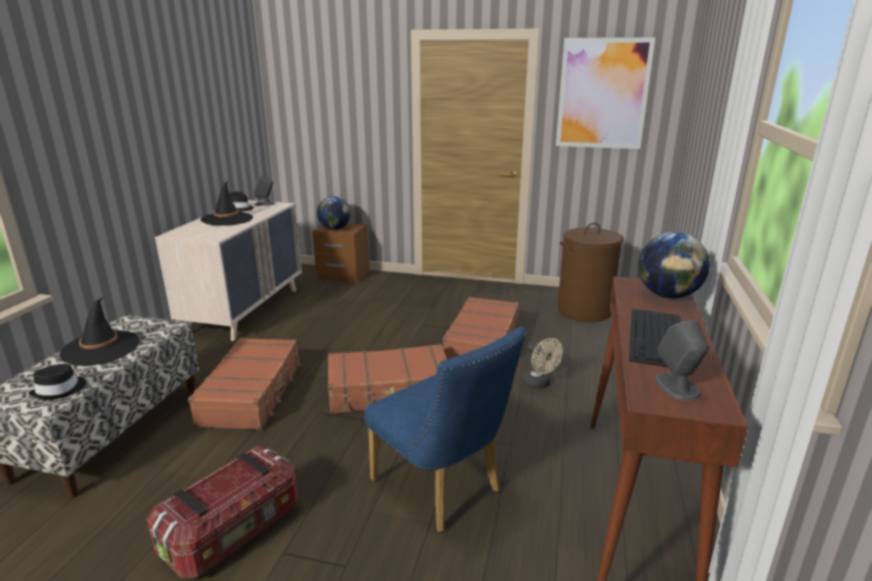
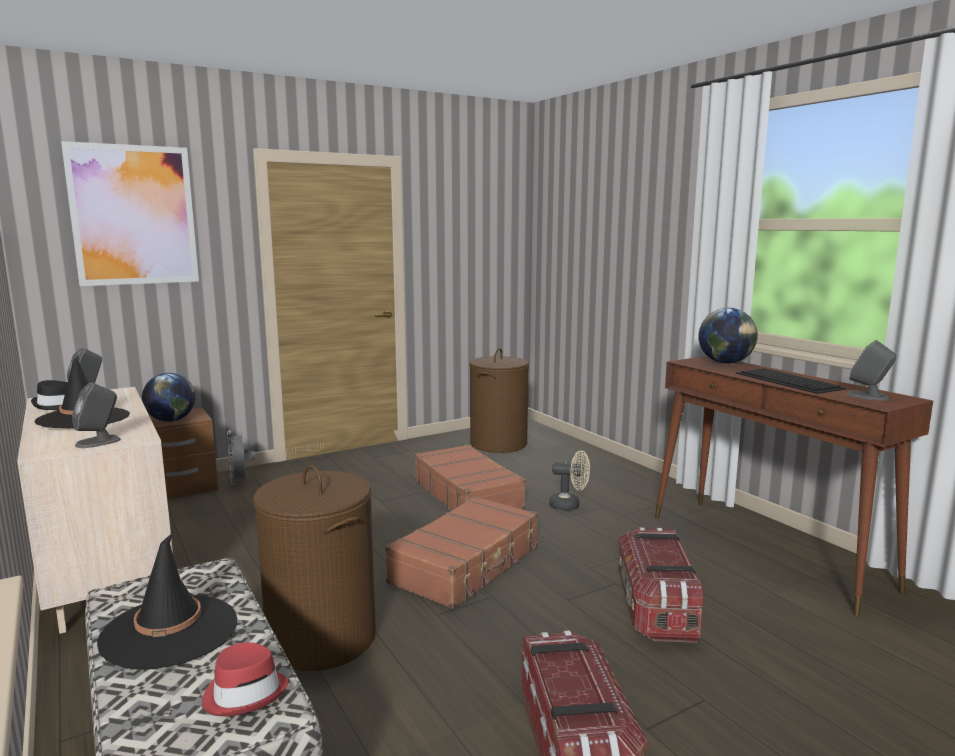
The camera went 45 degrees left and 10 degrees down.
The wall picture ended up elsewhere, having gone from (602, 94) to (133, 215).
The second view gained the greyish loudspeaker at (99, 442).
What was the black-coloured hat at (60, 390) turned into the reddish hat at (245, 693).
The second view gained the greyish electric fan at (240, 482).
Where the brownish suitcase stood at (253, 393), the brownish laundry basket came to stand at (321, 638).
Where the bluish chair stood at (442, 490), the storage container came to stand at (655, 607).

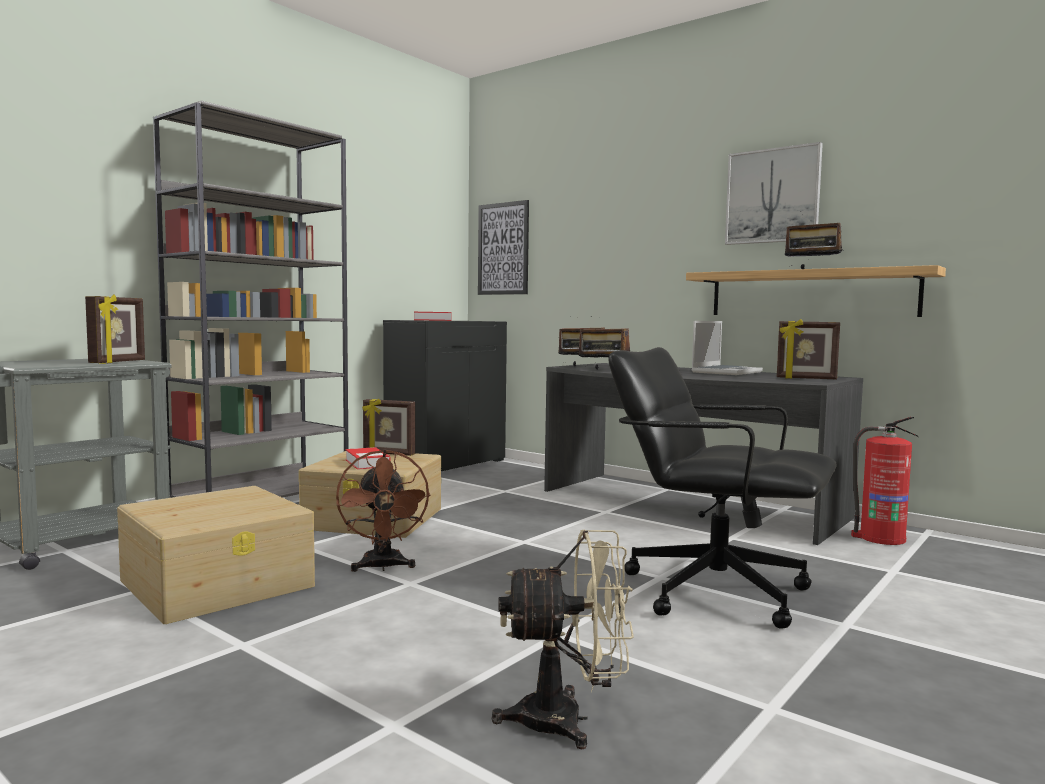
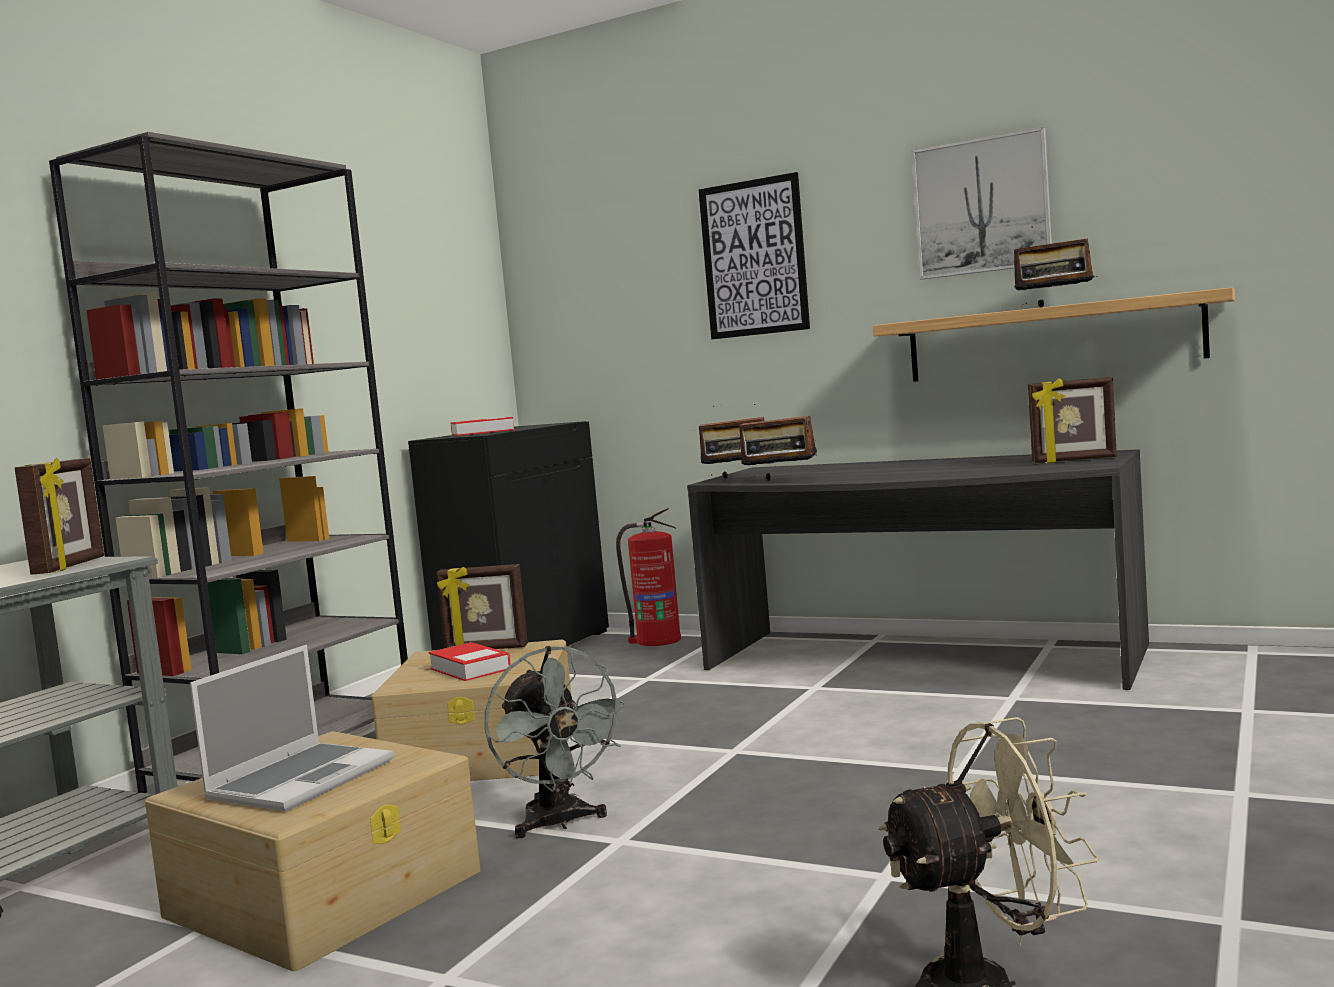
The camera went 10 degrees left and 0 degrees up.
The notebook computer ended up elsewhere, having gone from (726, 372) to (301, 779).
What was the brownish electric fan at (383, 567) turned into the greyish electric fan at (559, 824).
The extinguisher ended up elsewhere, having gone from (880, 538) to (657, 640).
The wall picture ended up elsewhere, having gone from (503, 249) to (754, 258).
The second view lost the black-coloured desk chair at (714, 590).

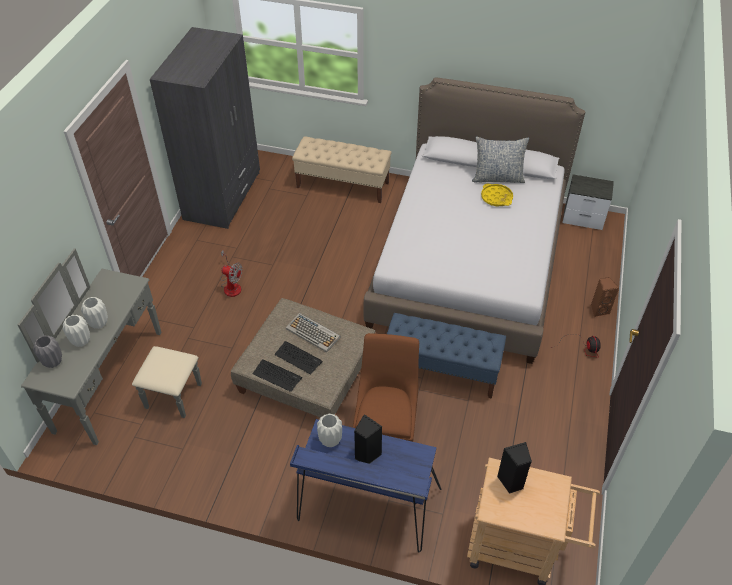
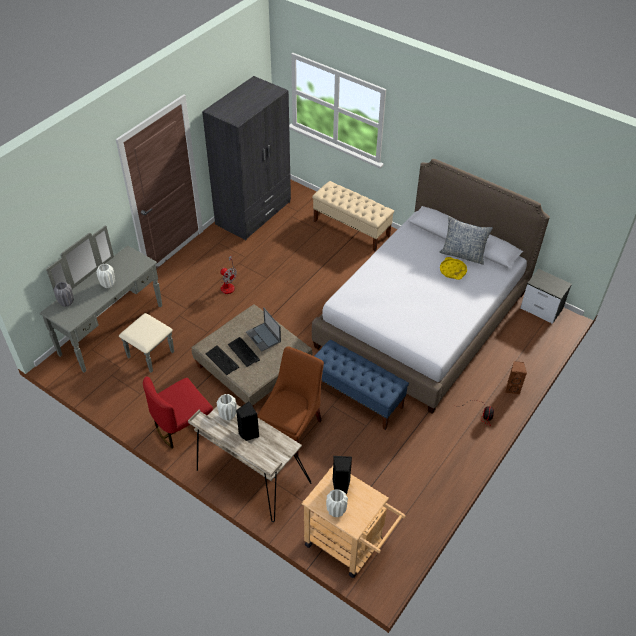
The camera went 20 degrees right and 0 degrees up.
The second view gained the reddish chair at (182, 426).
What was the bluish desk table at (366, 506) turned into the sand-coloured desk table at (250, 476).
Where the keyboard stood at (313, 333), the notebook computer came to stand at (263, 337).
The white decorative vase ended up elsewhere, having gone from (81, 341) to (336, 511).

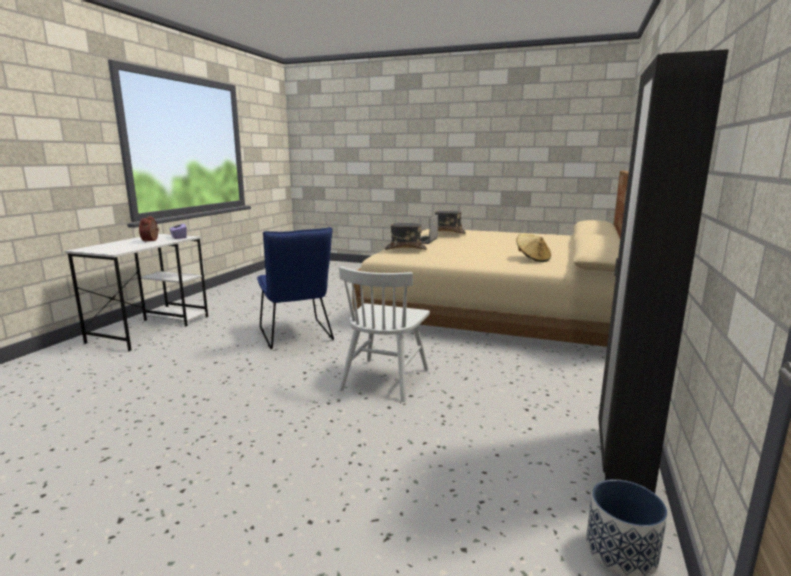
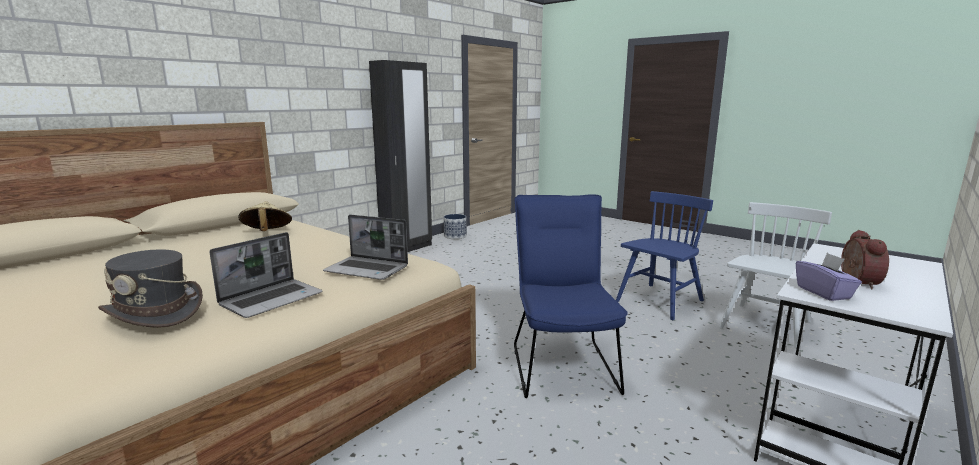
The camera went 160 degrees left and 0 degrees up.
Where the greyish hat stood at (405, 249), the notebook computer came to stand at (368, 269).
The second view gained the bluish chair at (659, 301).
The white chair ended up elsewhere, having gone from (385, 379) to (765, 325).

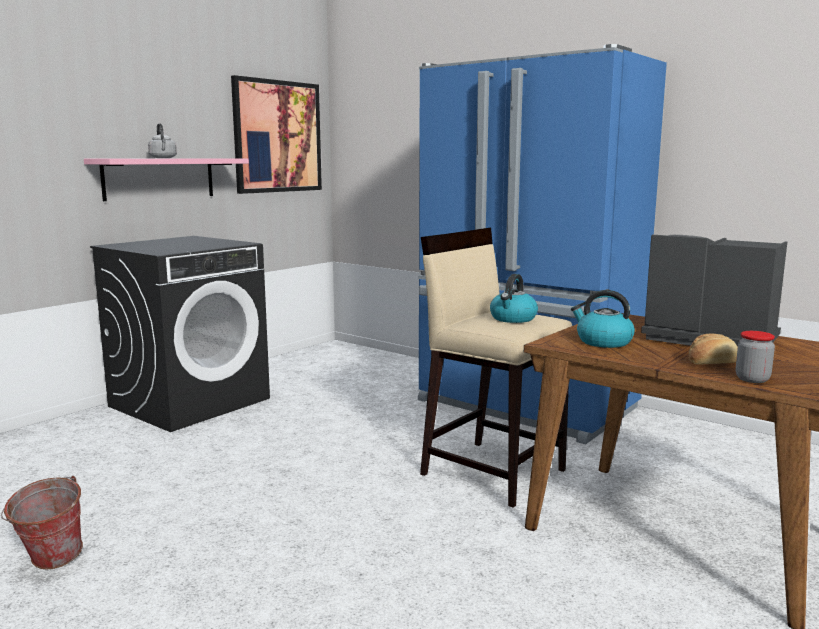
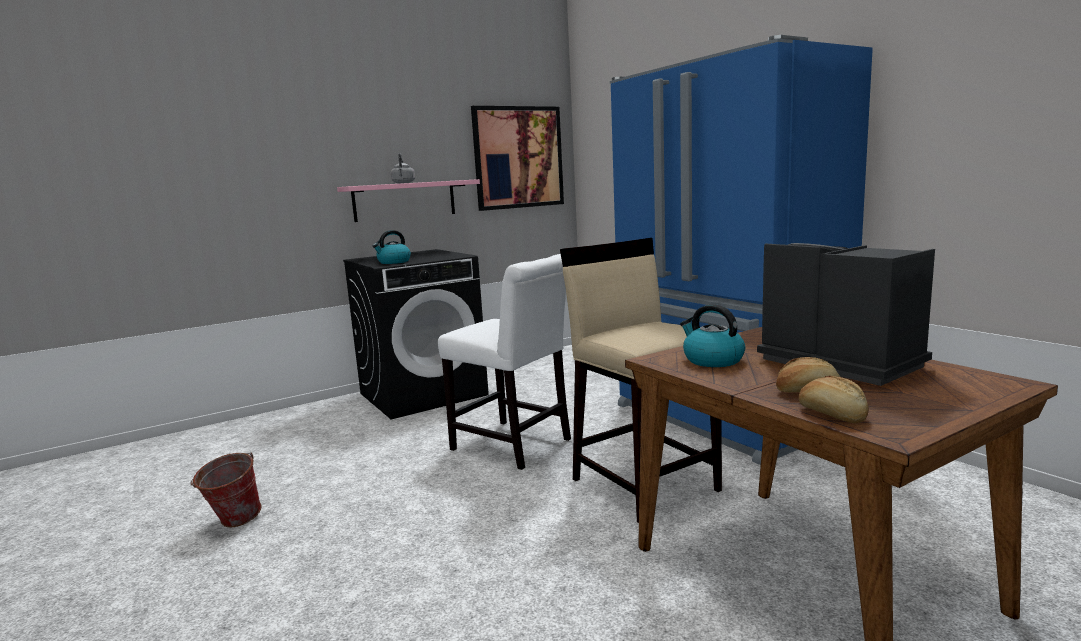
The camera went 20 degrees right and 0 degrees up.
The water kettle ended up elsewhere, having gone from (513, 319) to (393, 262).
The second view gained the white chair at (516, 446).
Where the jar stood at (752, 379), the bakery bread came to stand at (832, 414).

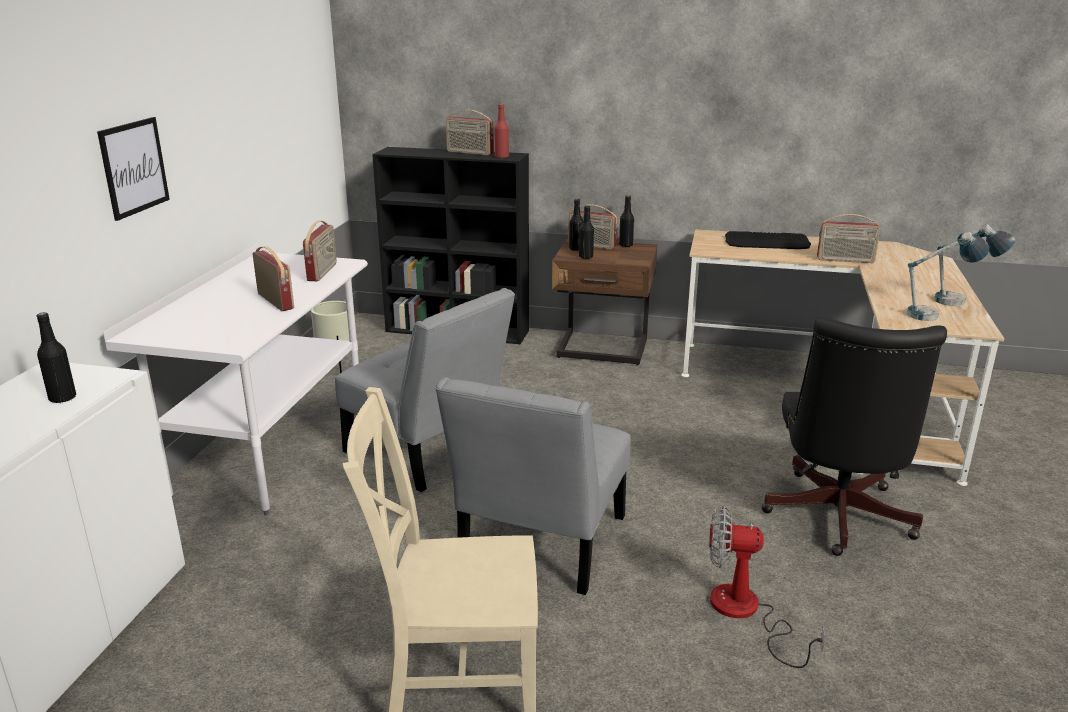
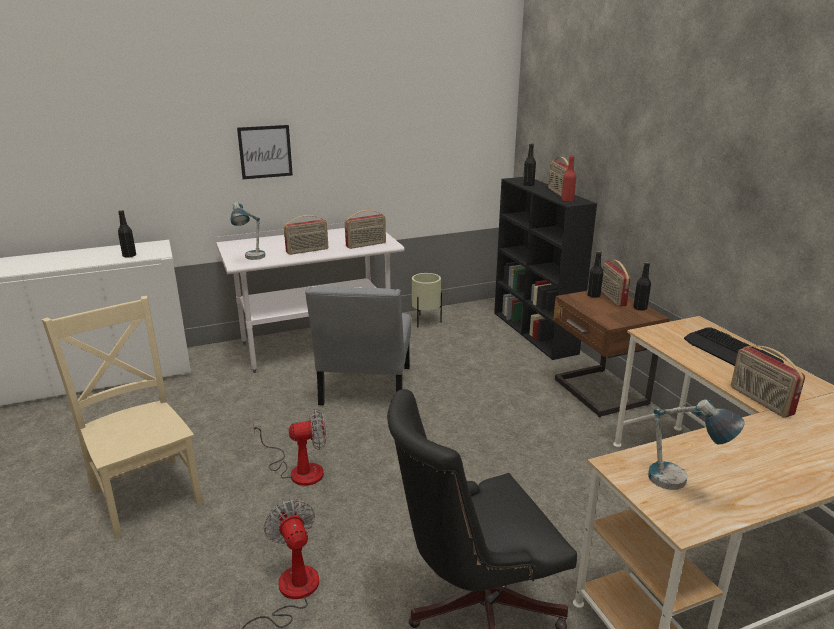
The camera went 55 degrees right and 0 degrees up.
The tabletop lamp ended up elsewhere, having gone from (962, 304) to (251, 259).
Where the greyish chair stood at (539, 546), the electric fan came to stand at (298, 470).
The radio receiver at (276, 301) ended up facing another way, 45 degrees clockwise from before.
The black-coloured bottle ended up elsewhere, having gone from (586, 257) to (528, 185).

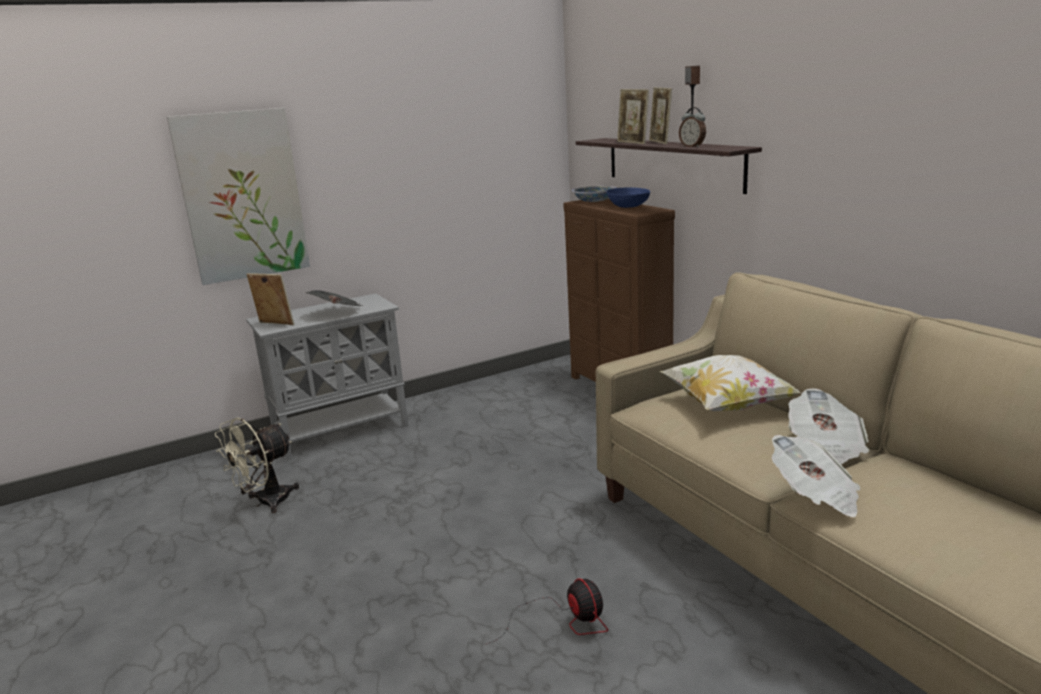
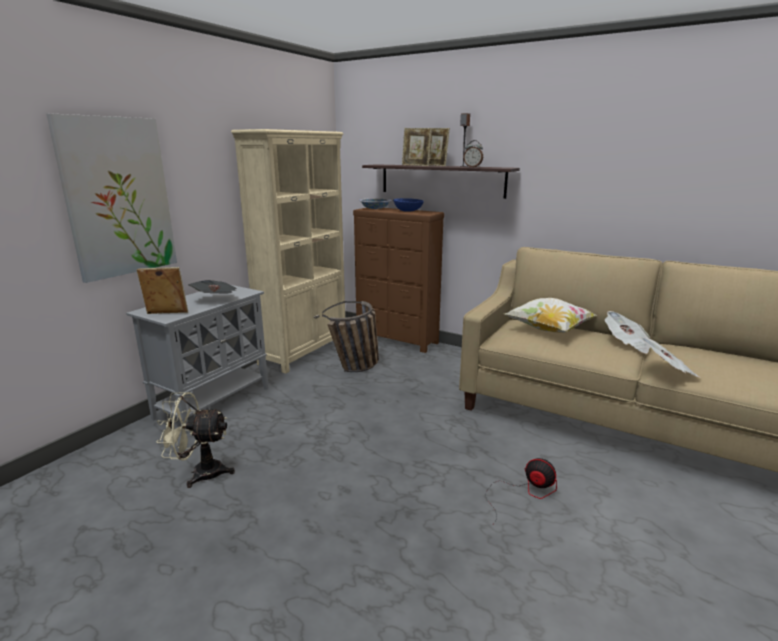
The camera went 30 degrees left and 0 degrees up.
The sand-coloured electric fan at (265, 502) ended up facing another way, 75 degrees clockwise from before.
The second view gained the sand-coloured bookcase at (305, 351).
The second view gained the household basket at (356, 368).

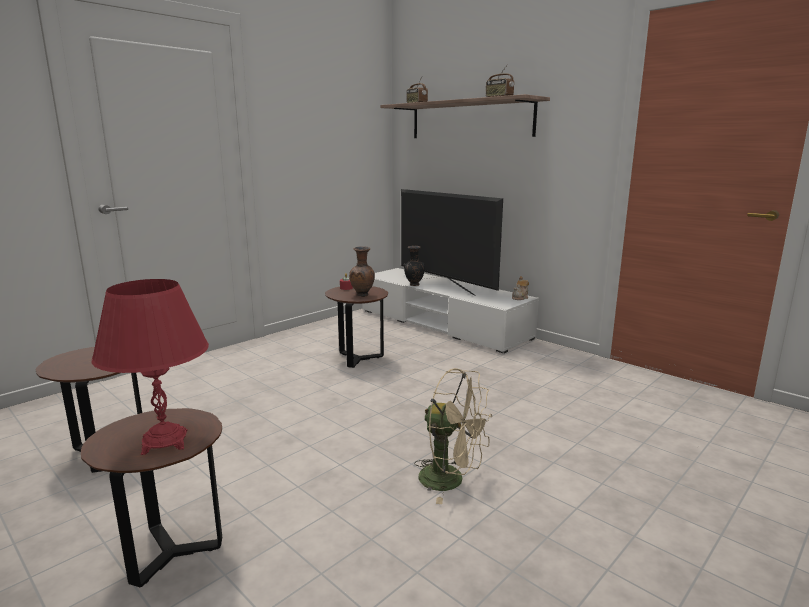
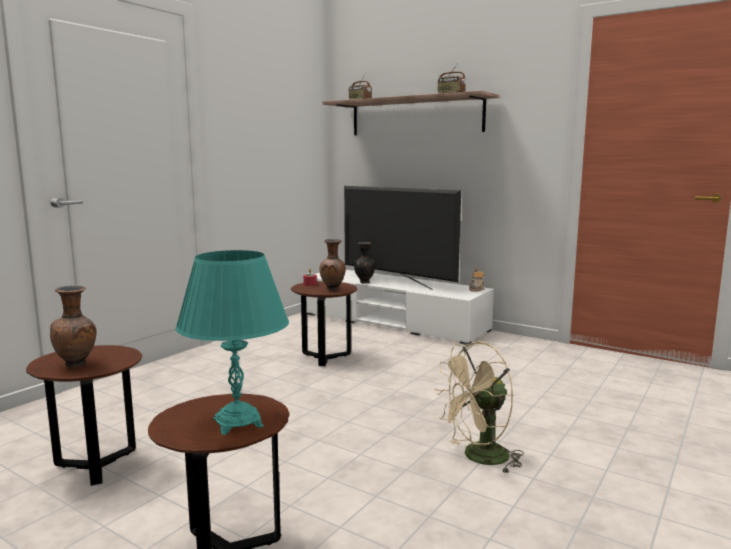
The camera went 10 degrees left and 5 degrees down.
The second view gained the brownish decorative vase at (77, 365).
What was the reddish tabletop lamp at (165, 442) turned into the blue-green tabletop lamp at (238, 423).
The sand-coloured electric fan at (451, 480) ended up facing another way, 135 degrees clockwise from before.

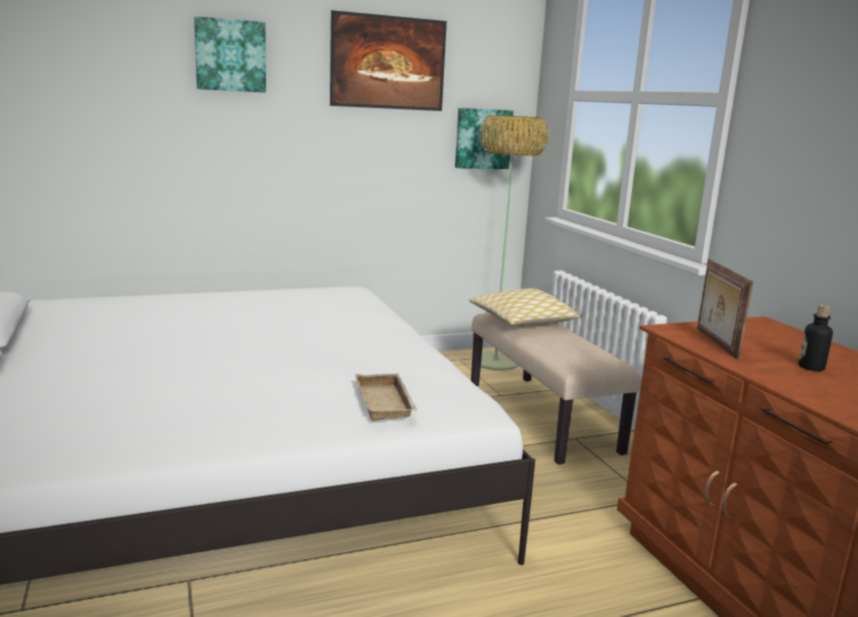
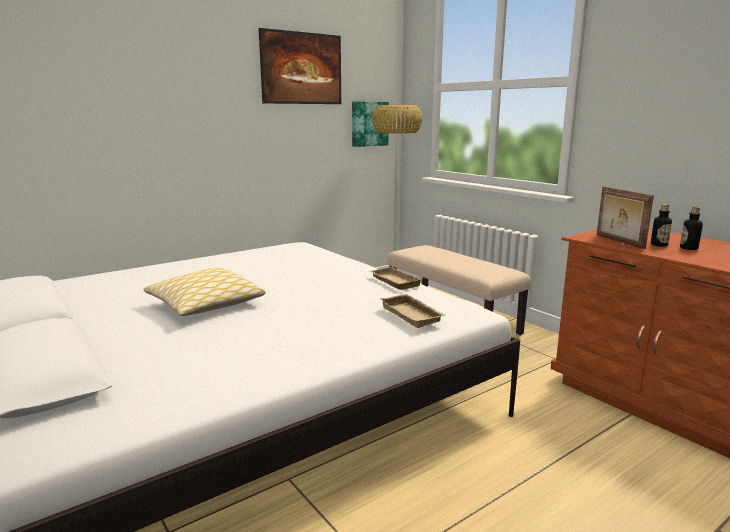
The camera went 15 degrees left and 0 degrees up.
The cushion ended up elsewhere, having gone from (522, 321) to (205, 305).
The second view gained the sand-coloured carrying tray at (393, 282).
The second view gained the bottle at (659, 245).
The second view lost the wall picture at (230, 55).

